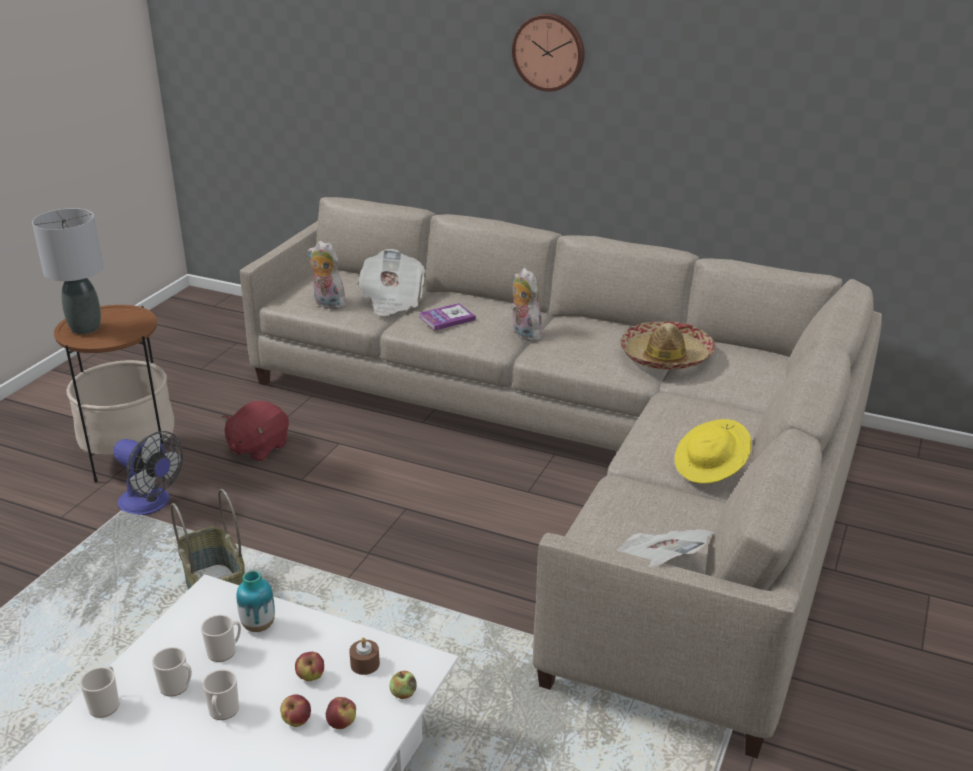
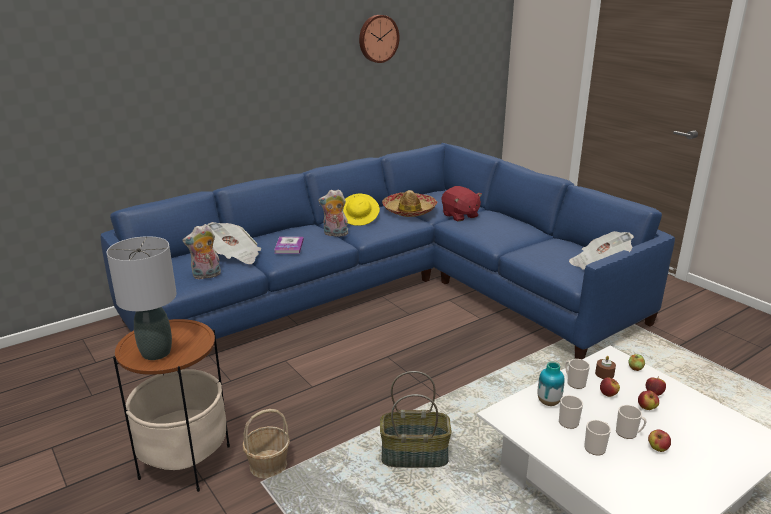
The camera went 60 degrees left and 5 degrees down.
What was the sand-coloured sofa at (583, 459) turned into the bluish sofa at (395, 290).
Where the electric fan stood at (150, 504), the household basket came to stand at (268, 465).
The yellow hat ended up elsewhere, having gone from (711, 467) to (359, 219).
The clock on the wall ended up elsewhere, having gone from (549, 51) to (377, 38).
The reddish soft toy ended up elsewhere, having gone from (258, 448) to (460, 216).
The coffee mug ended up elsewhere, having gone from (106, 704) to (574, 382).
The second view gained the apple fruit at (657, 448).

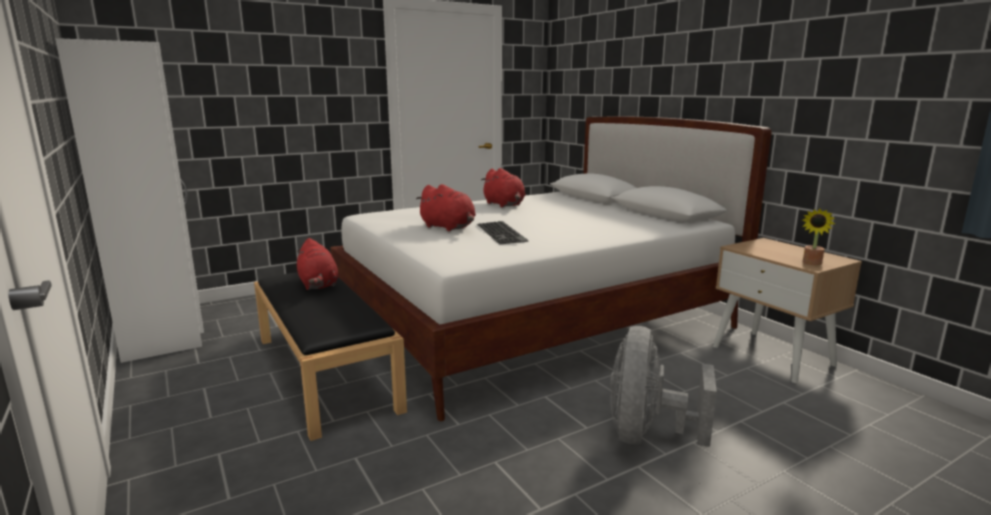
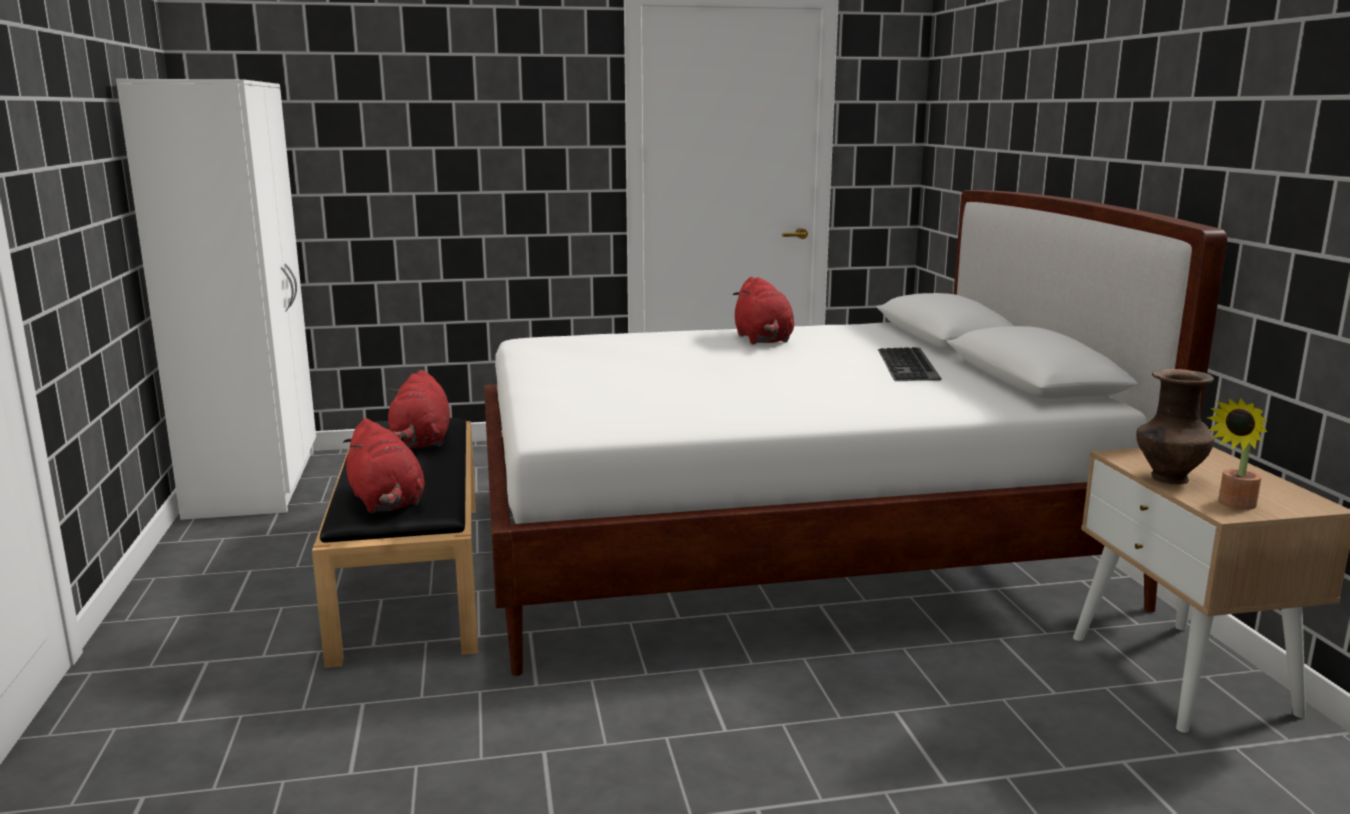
The camera went 20 degrees right and 0 degrees up.
The reddish soft toy ended up elsewhere, having gone from (449, 227) to (387, 502).
The keyboard ended up elsewhere, having gone from (502, 233) to (910, 365).
The second view gained the brownish decorative vase at (1168, 479).
The second view lost the greyish electric fan at (647, 434).

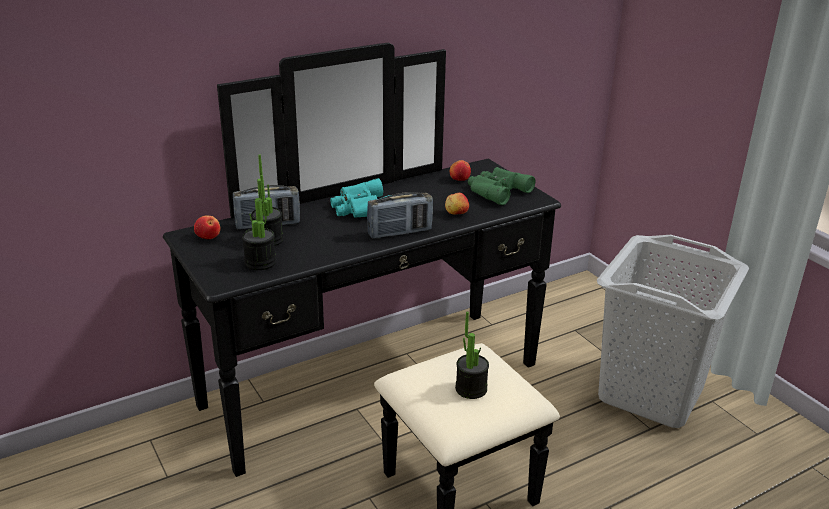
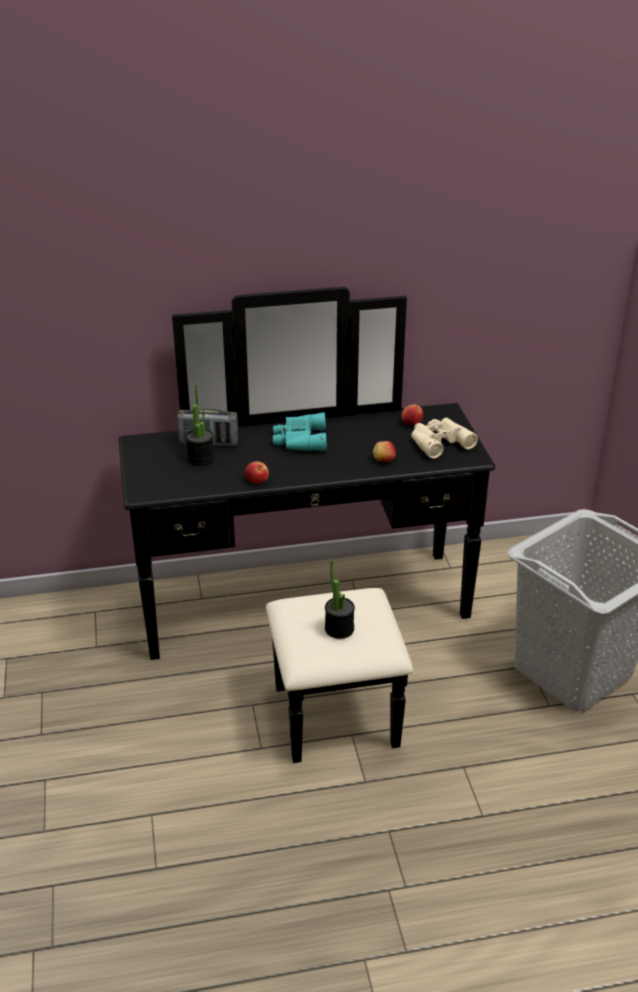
The camera went 20 degrees right and 5 degrees up.
The apple fruit ended up elsewhere, having gone from (208, 236) to (257, 480).
What was the green pair of binoculars at (496, 191) turned into the sand-coloured pair of binoculars at (438, 441).
The second view lost the potted plant at (260, 262).
The second view lost the radio receiver at (400, 232).

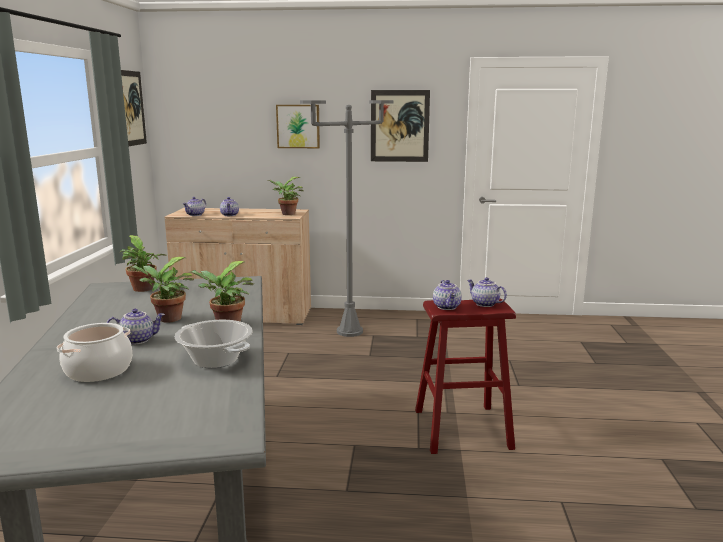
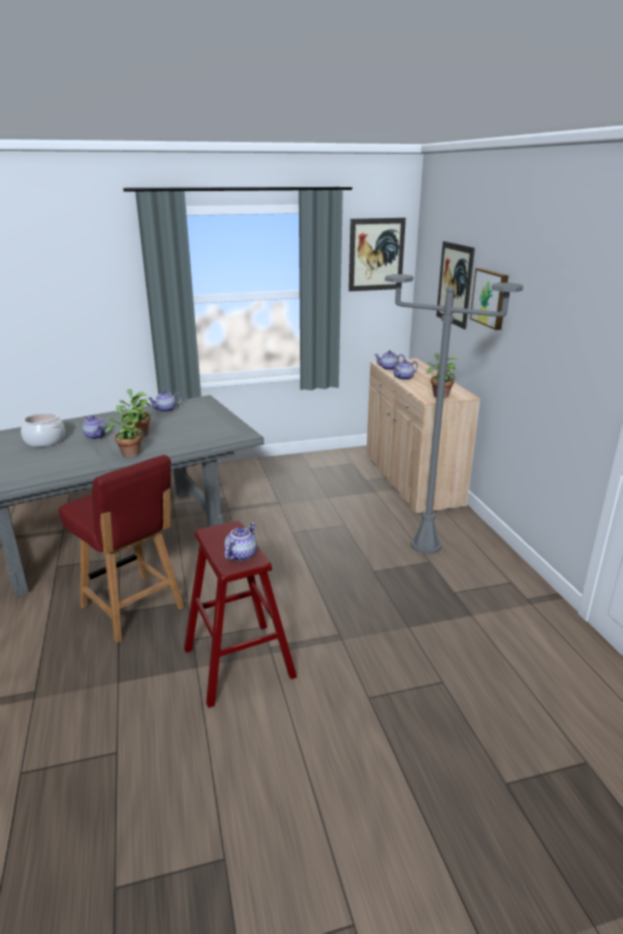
The camera went 70 degrees right and 10 degrees up.
The second view gained the reddish chair at (133, 608).
The tea pot ended up elsewhere, having gone from (447, 307) to (166, 410).
The wall picture ended up elsewhere, having gone from (399, 126) to (454, 284).
The second view lost the potted plant at (143, 289).
The second view lost the cooking pot at (216, 360).

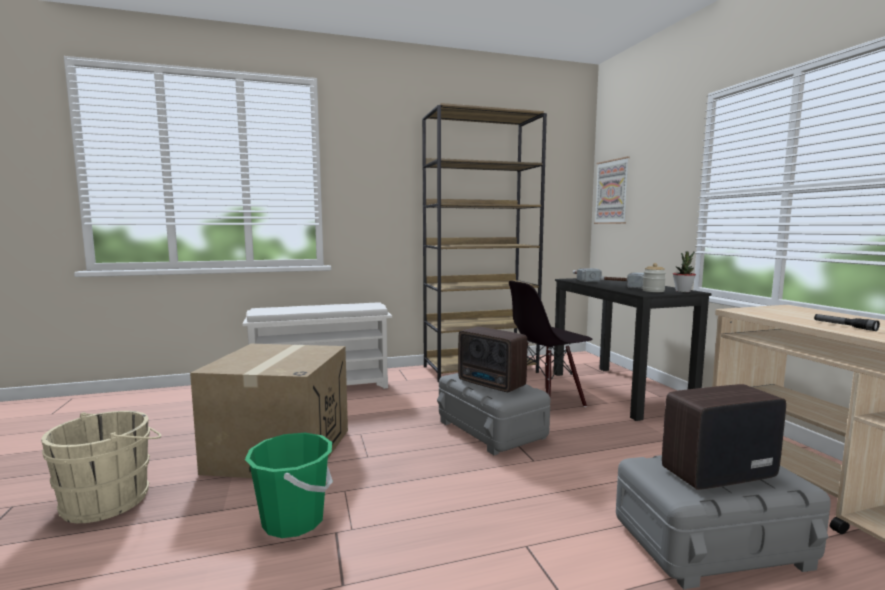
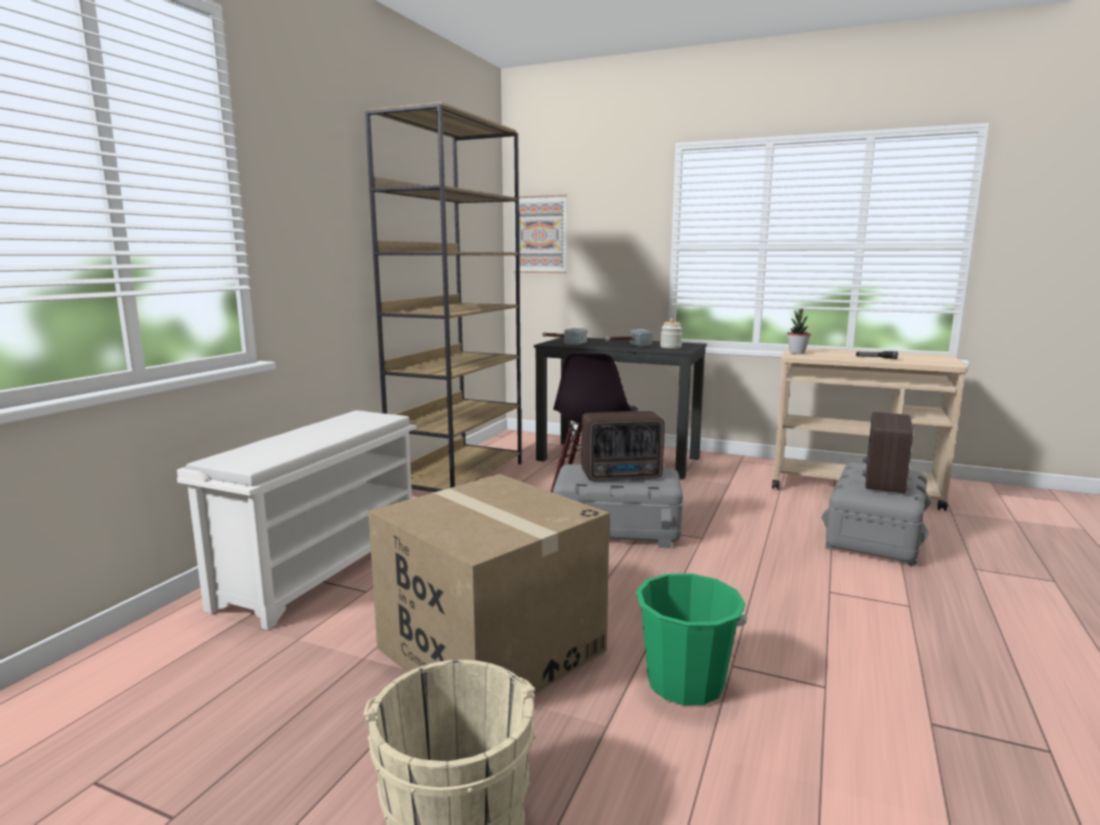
The camera went 50 degrees left and 5 degrees up.
The potted plant ended up elsewhere, having gone from (683, 291) to (797, 352).

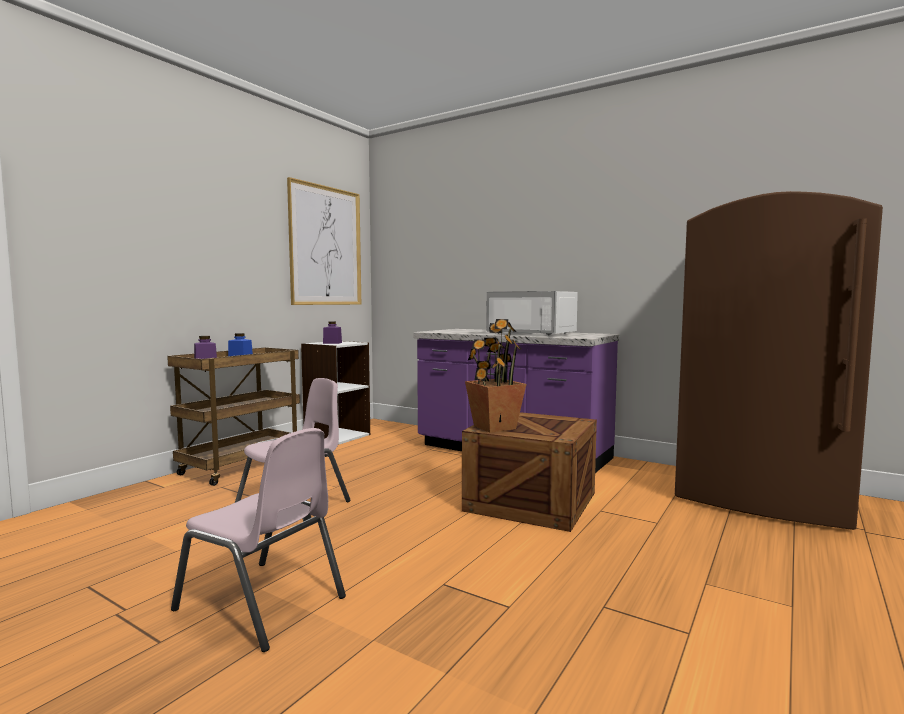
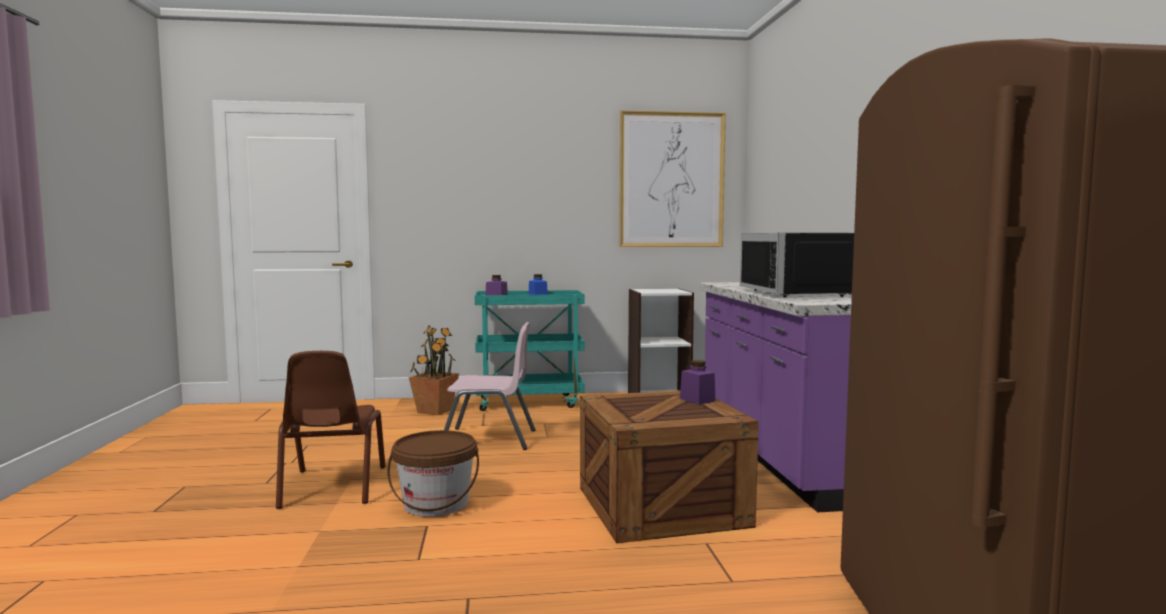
The camera went 50 degrees right and 0 degrees up.
What was the pinkish chair at (262, 603) turned into the brownish chair at (332, 487).
The second view gained the brownish pail at (436, 504).
The potted plant ended up elsewhere, having gone from (494, 427) to (435, 411).
What was the brownish wheeled cart at (241, 466) turned into the blue-green wheeled cart at (530, 402).
The purple-coloured jar ended up elsewhere, having gone from (332, 343) to (697, 400).
What was the white microwave oven at (535, 333) turned into the black-coloured microwave oven at (805, 293).

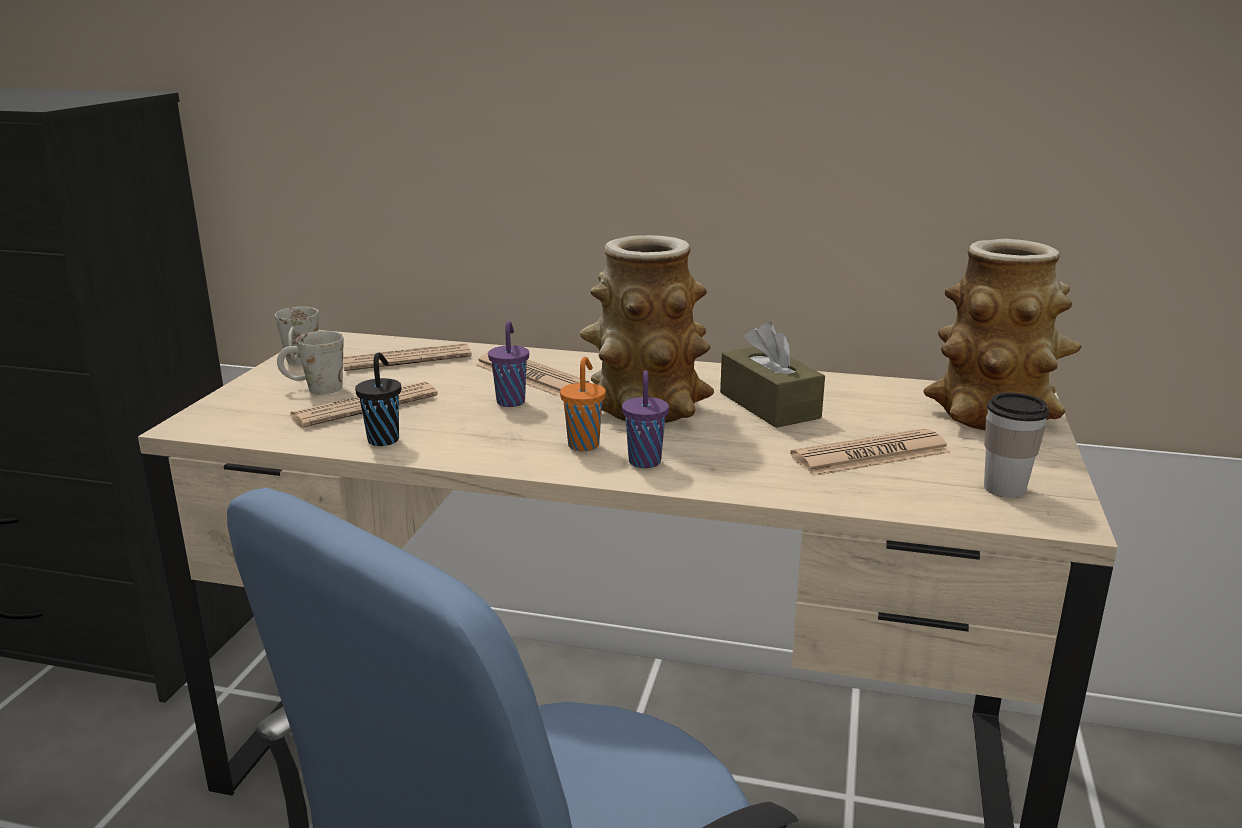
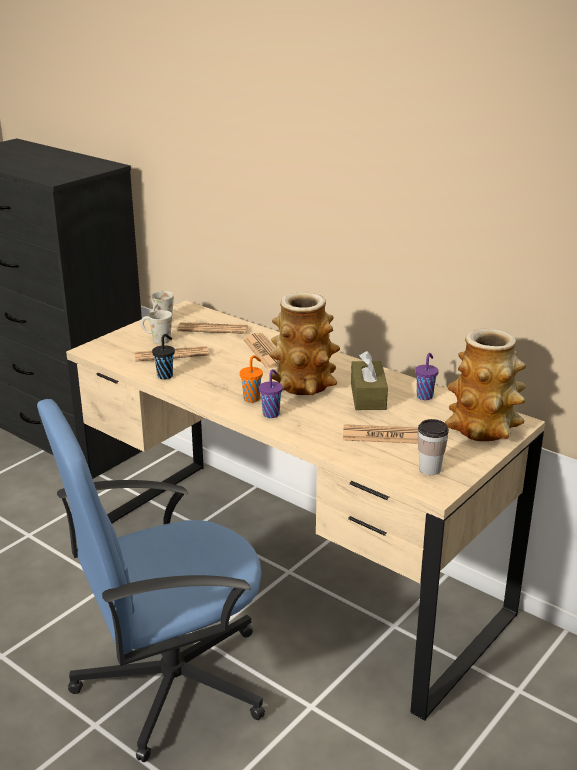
The camera went 25 degrees right and 5 degrees up.
The purple-coloured drinking cup ended up elsewhere, having gone from (511, 401) to (425, 396).

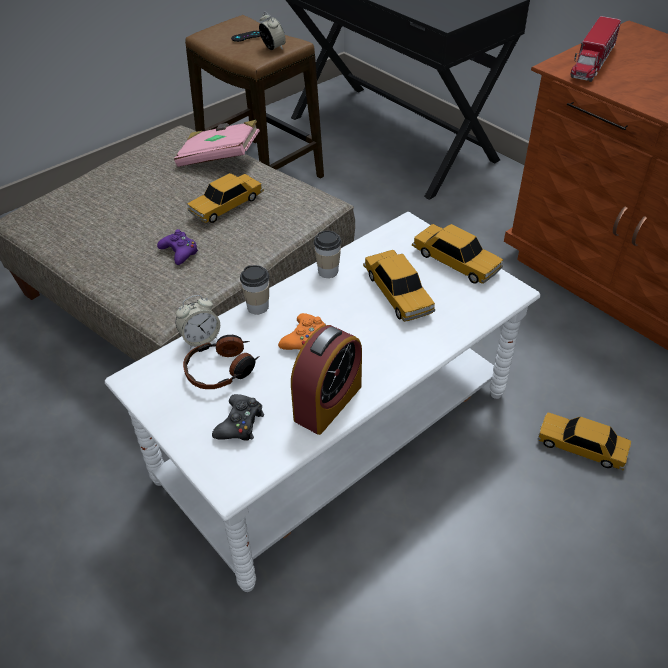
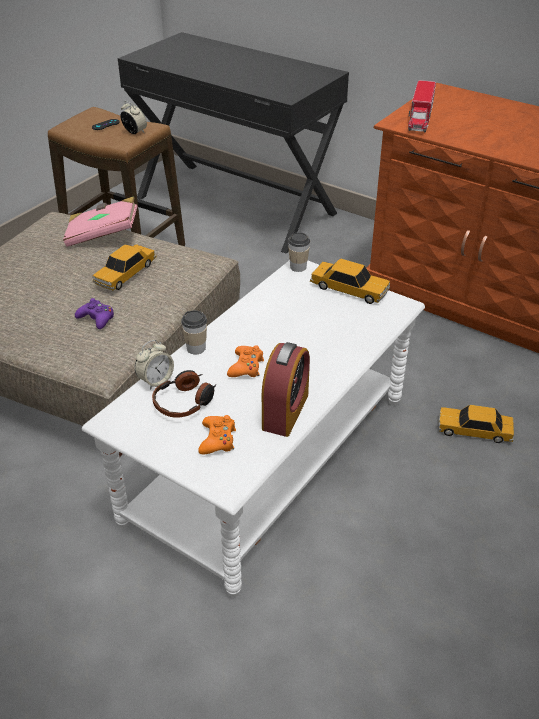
The camera went 15 degrees left and 5 degrees down.
What was the black-coloured game controller at (240, 423) turned into the orange-coloured game controller at (217, 440).
The drinking cup ended up elsewhere, having gone from (328, 271) to (298, 267).
The second view lost the toy car at (398, 293).

